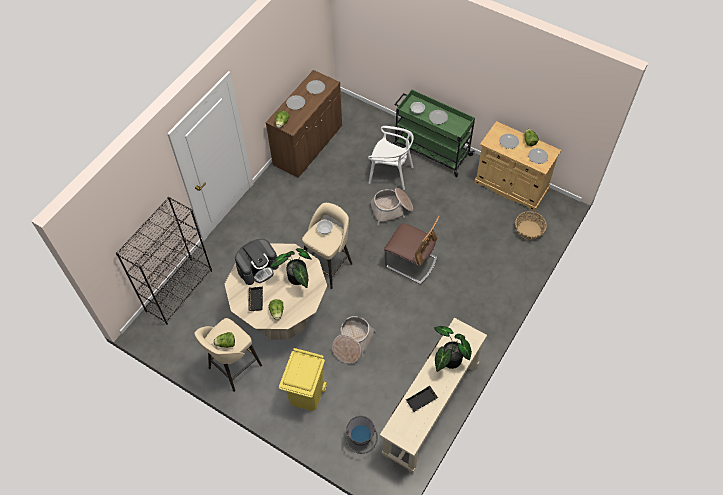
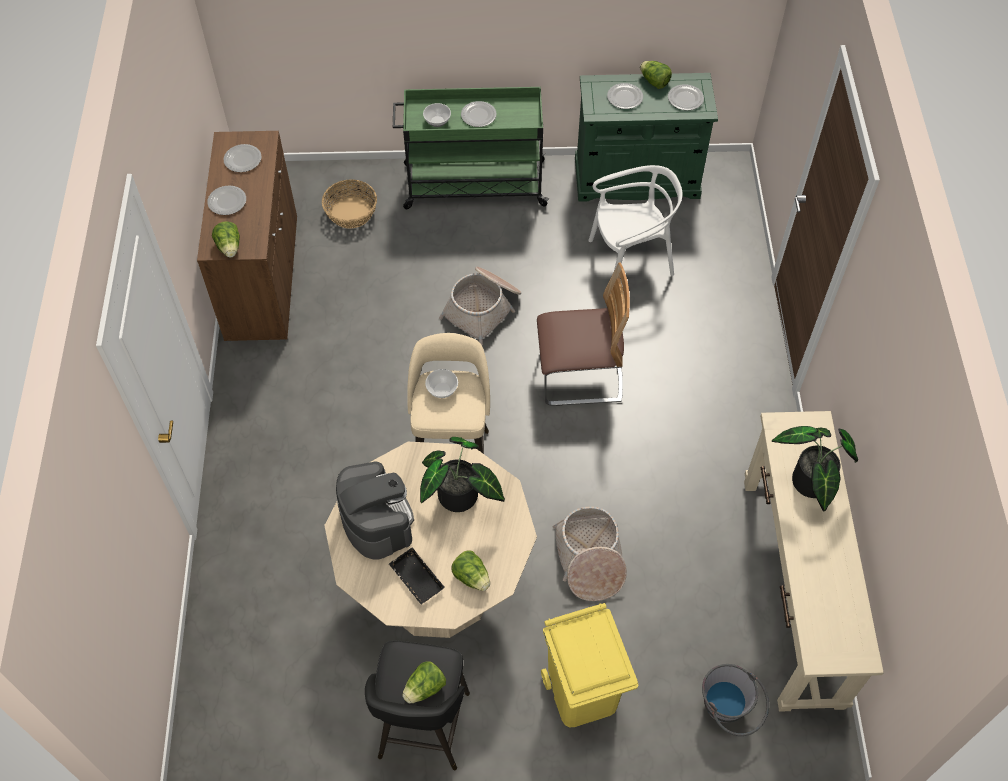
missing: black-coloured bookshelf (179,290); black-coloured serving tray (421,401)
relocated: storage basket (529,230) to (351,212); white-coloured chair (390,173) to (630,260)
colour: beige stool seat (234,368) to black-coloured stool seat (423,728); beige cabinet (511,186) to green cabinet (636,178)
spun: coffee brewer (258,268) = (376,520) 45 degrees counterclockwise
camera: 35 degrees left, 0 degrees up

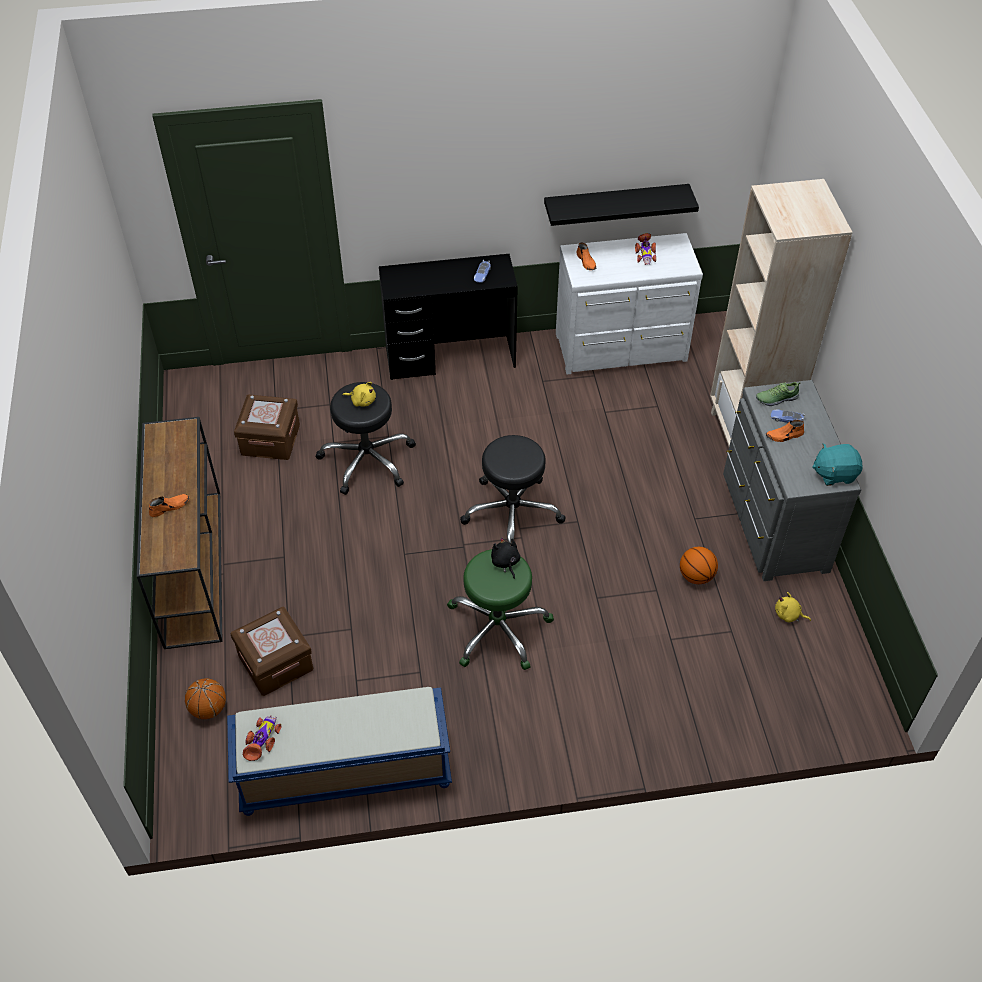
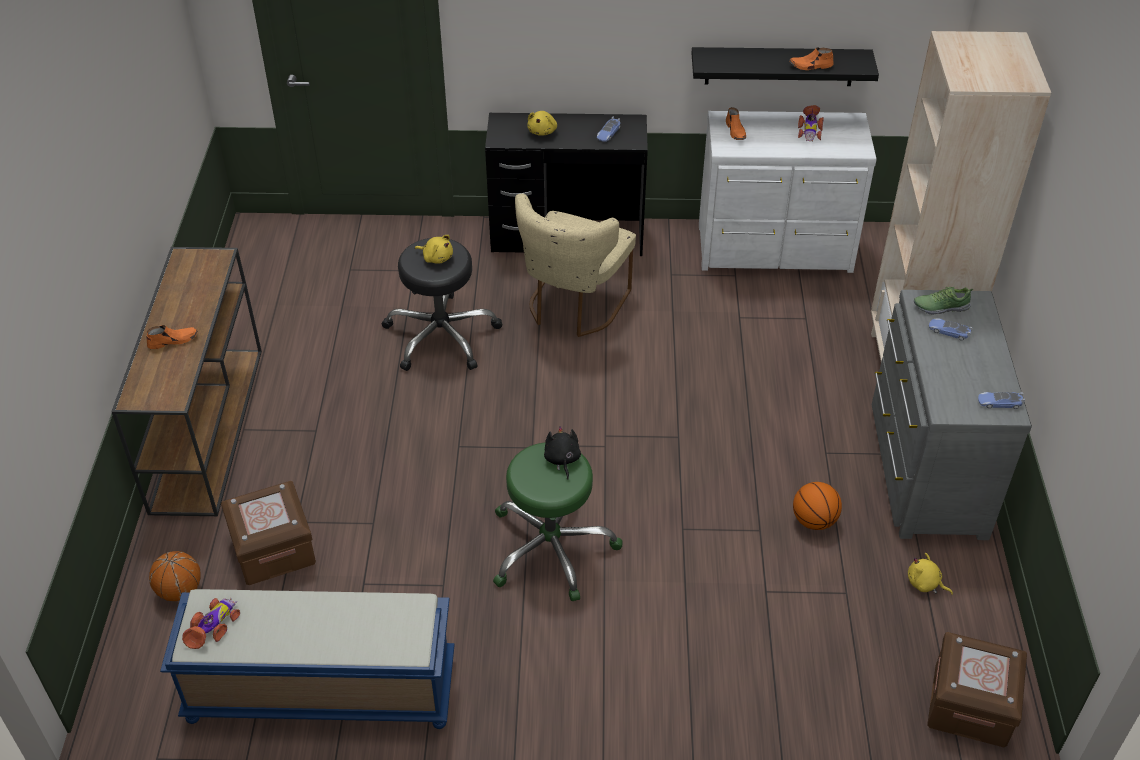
missing: black-coloured stool seat (512,512)
appeared: beige chair (573,307); yellow-coloured soft toy (542,131)
relocated: orange-coloured shoe (784,436) to (811,66); brown-coloured storage box (270,440) to (970,705)
exchanged: turquoise-coloured soft toy (834,473) to model car (999,402)
camera: 10 degrees right, 5 degrees down

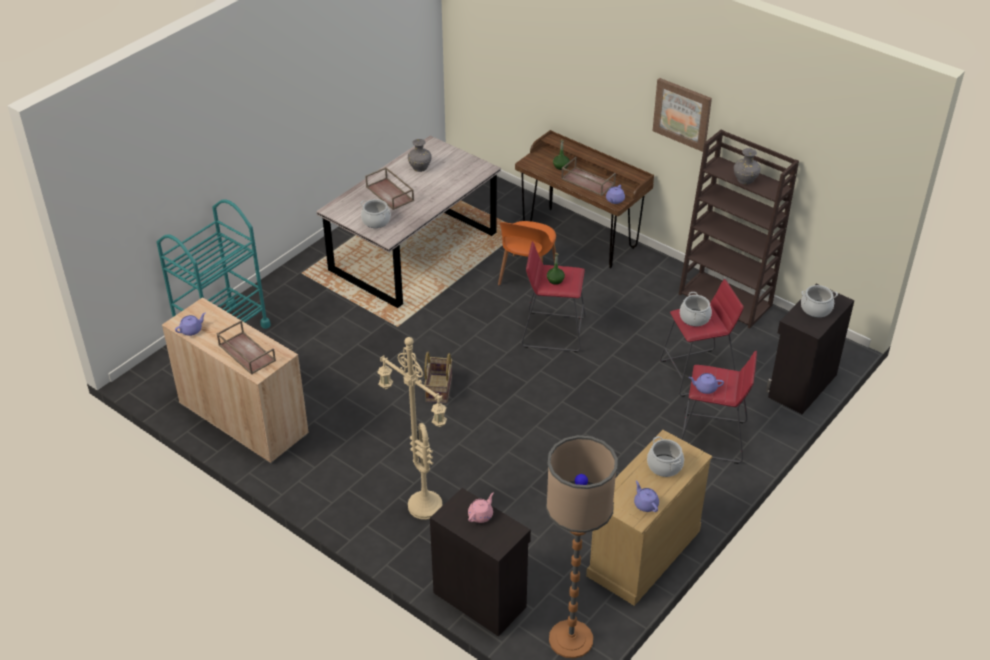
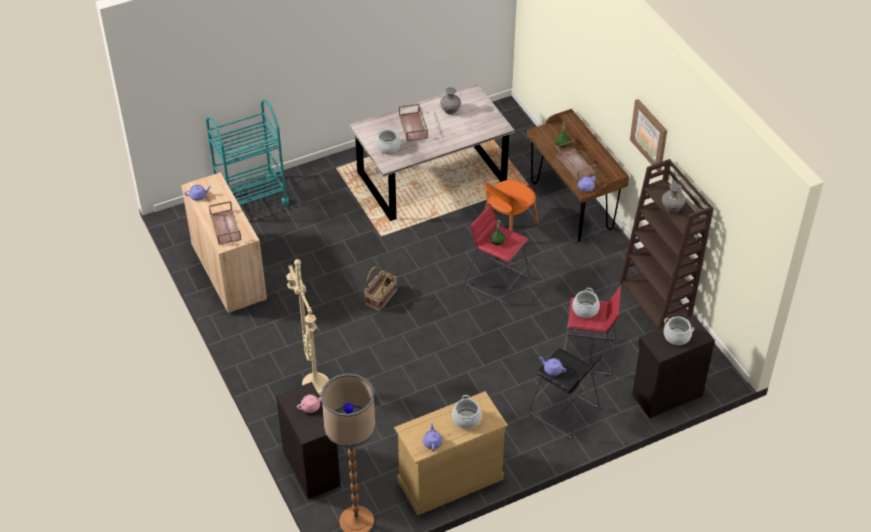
colour: red stool seat (712,438) to black-coloured stool seat (563,411)
camera: 25 degrees right, 5 degrees up

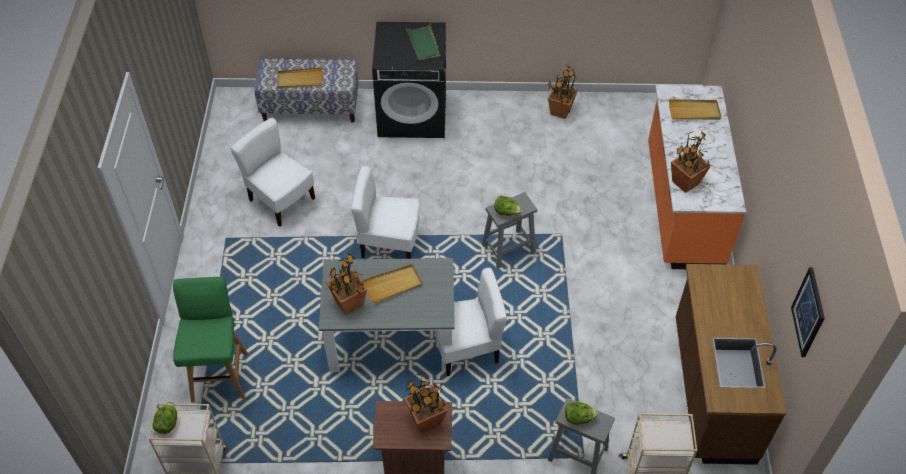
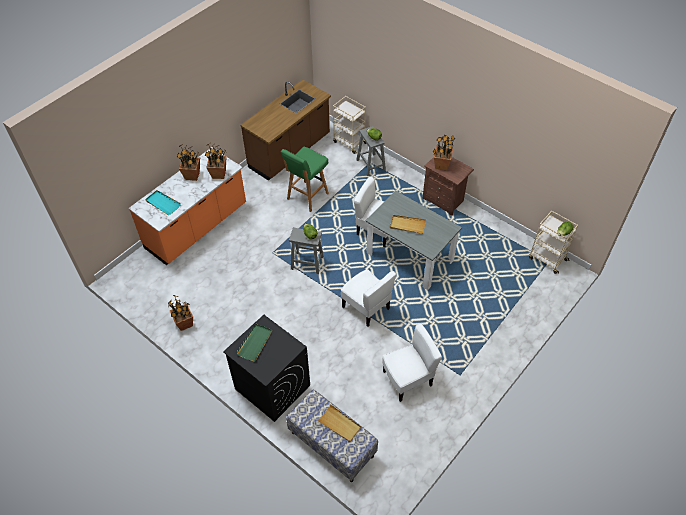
missing: wall picture (808,312)
relocated: potted plant (348,303) to (192,175); green stool seat (220,375) to (307,197)
colour: beige serving tray (694,111) to turquoise-coloured serving tray (163,203)
spun: white-coloured chair (281,200) = (408,379) 105 degrees counterclockwise
camera: 140 degrees left, 0 degrees up

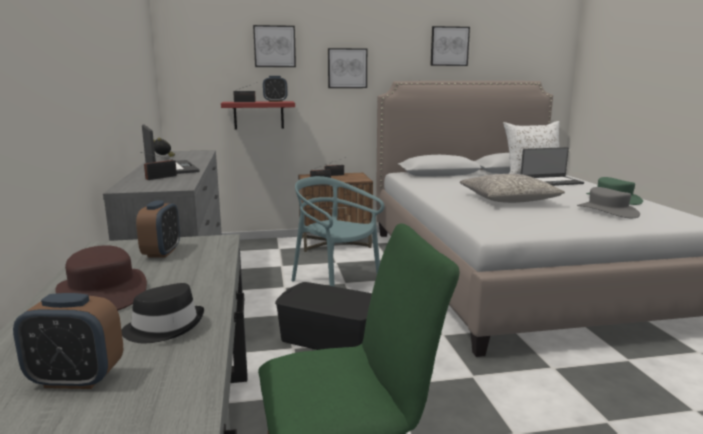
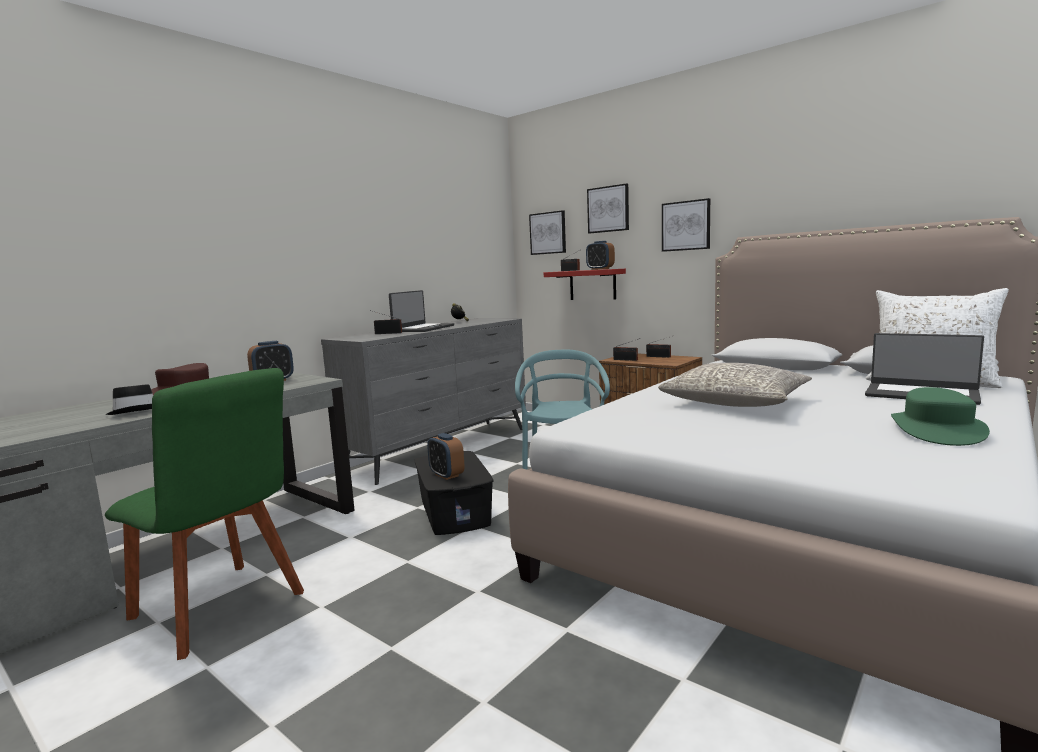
missing: greyish wearable hat (607,211)
relocated: bedside clock (76,379) to (446,475); wall picture (449,46) to (548,233)
camera: 50 degrees right, 5 degrees down

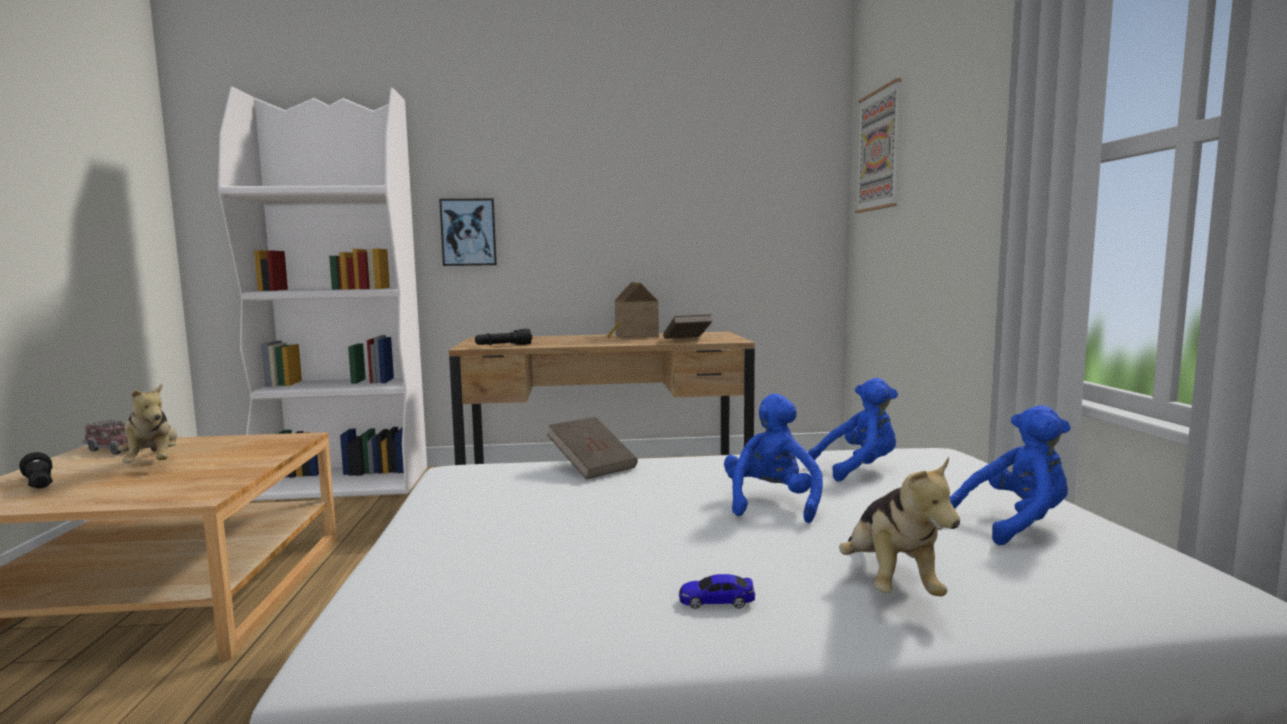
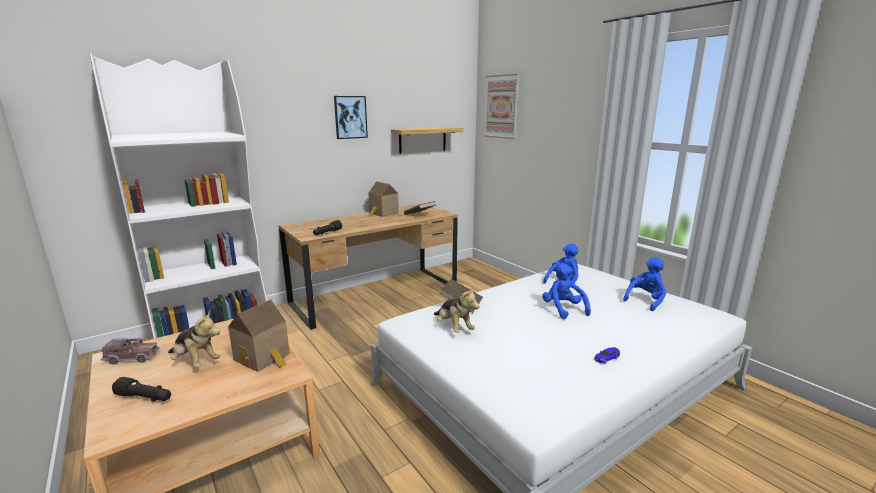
appeared: toy house (264,357); wall shelf (422,140)
relocated: wall picture (468,232) to (350,117); soft toy (890,583) to (454,327)
camera: 30 degrees left, 10 degrees up

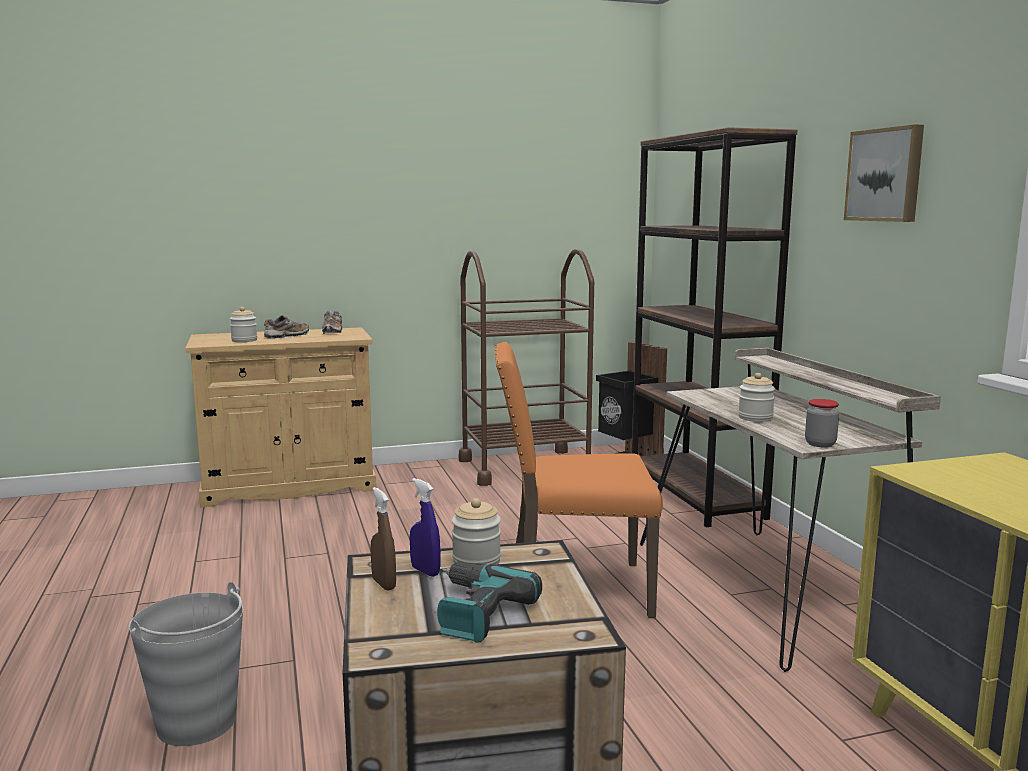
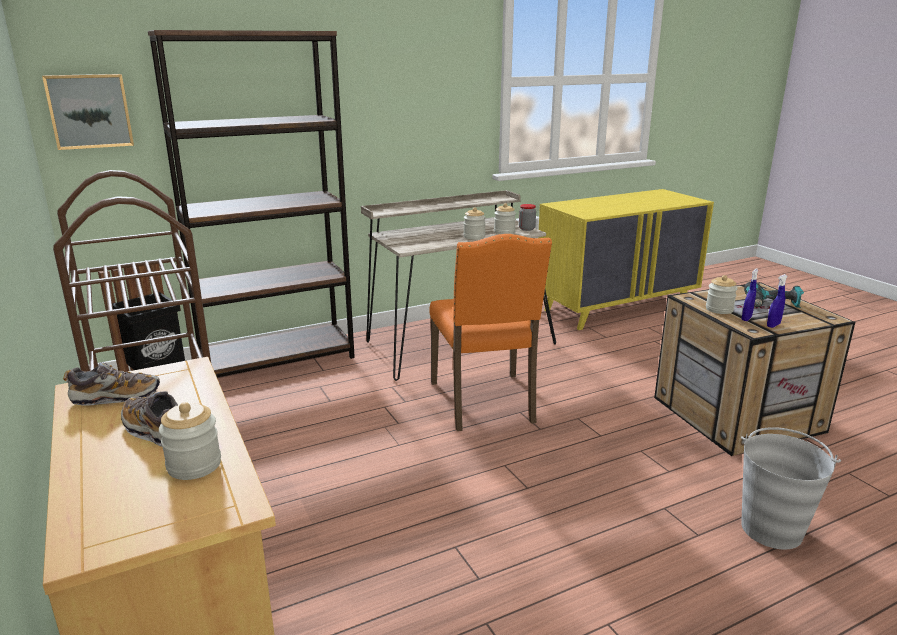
appeared: storage jar (504,232)
relocated: wall picture (886,175) to (89,111)
colour: brown-coloured sprayer (383,584) to blue sprayer (773,325)
camera: 100 degrees left, 10 degrees up

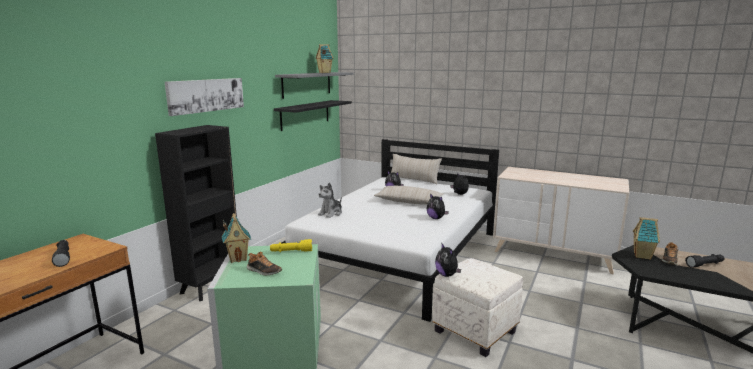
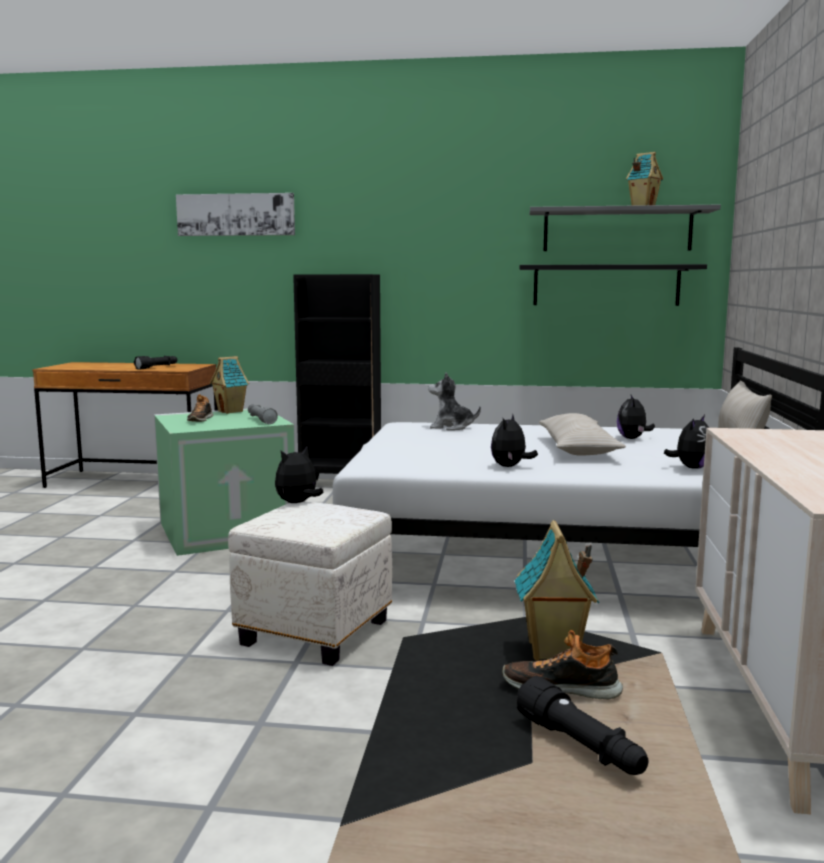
relocated: wall picture (206,95) to (236,215)
colour: yellow-coloured torch (291,252) to greyish torch (260,420)
camera: 70 degrees right, 5 degrees down

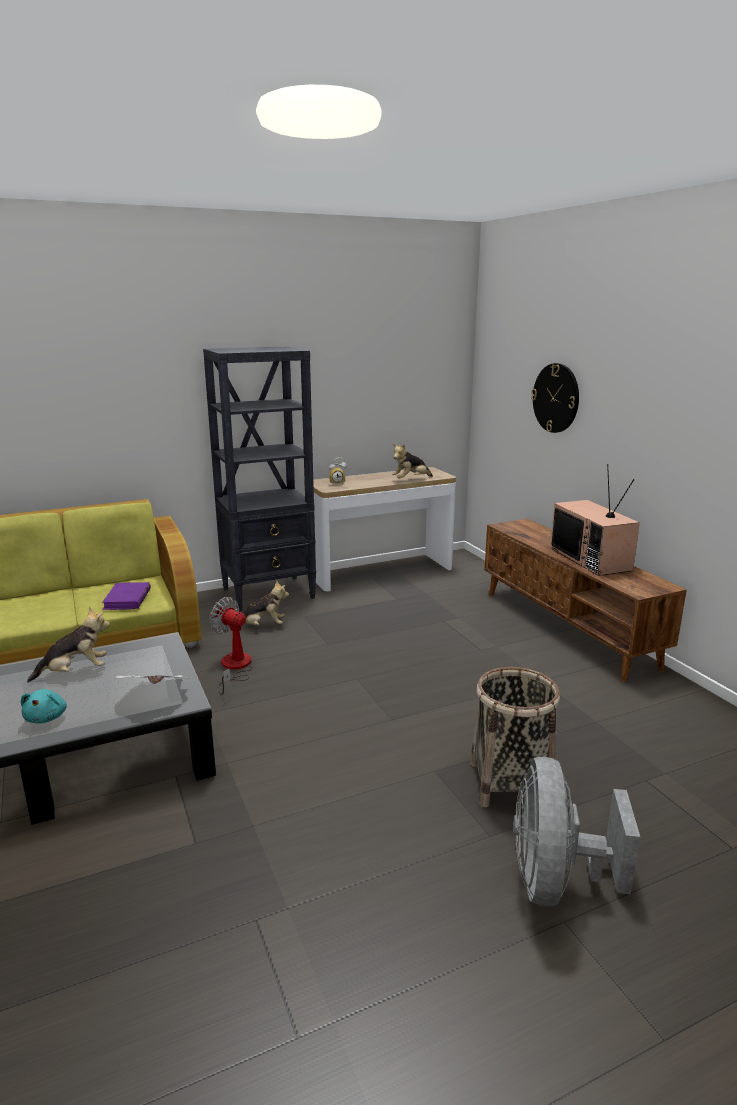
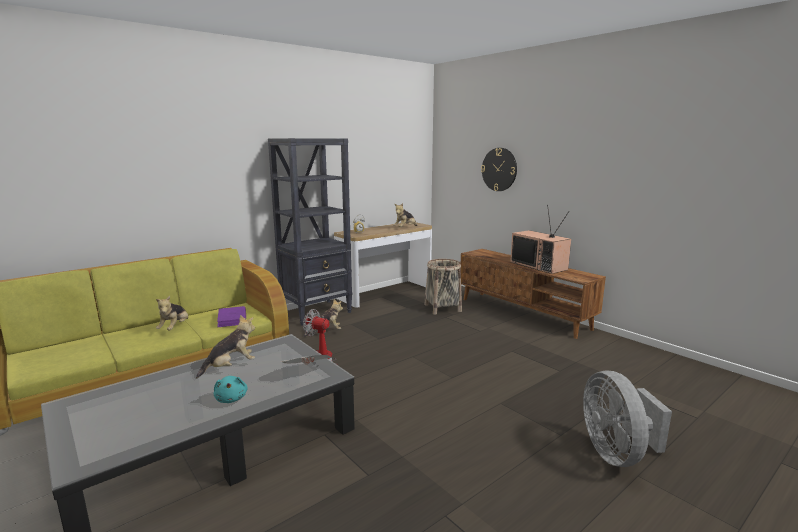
appeared: soft toy (175,328)
relocated: storage basket (510,783) to (443,308)
camera: 15 degrees left, 5 degrees down

